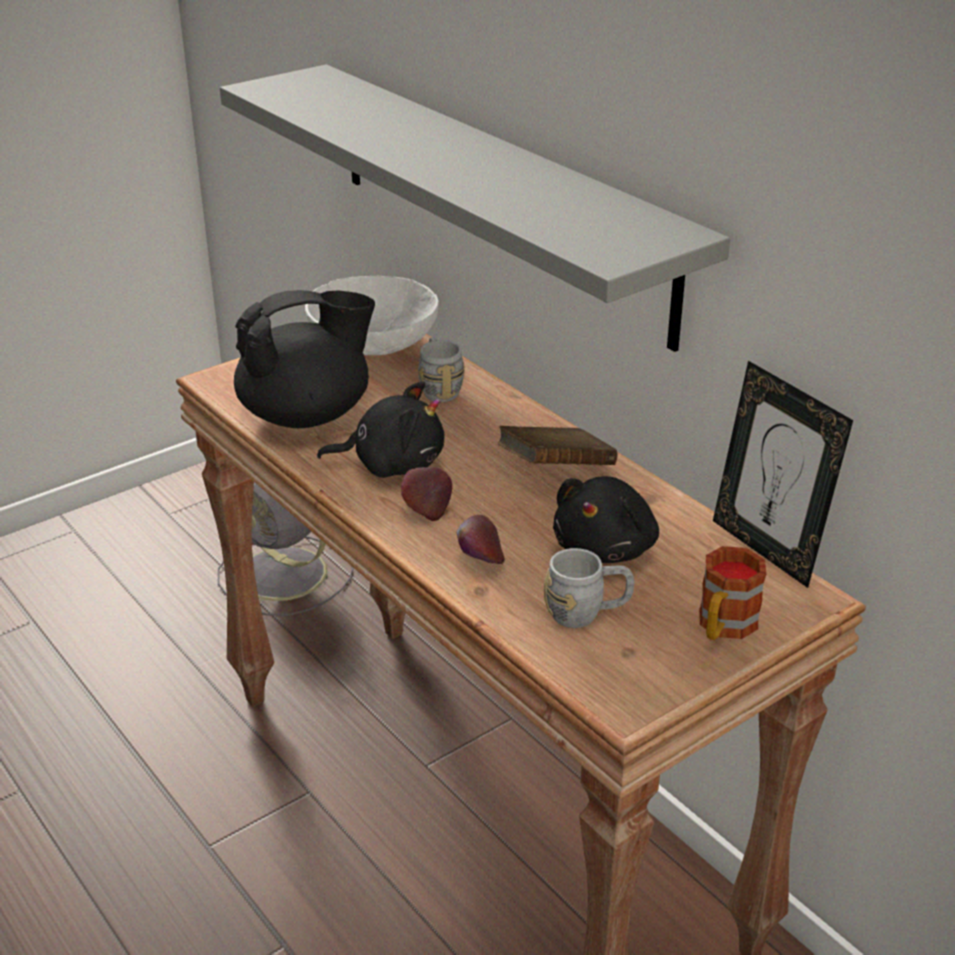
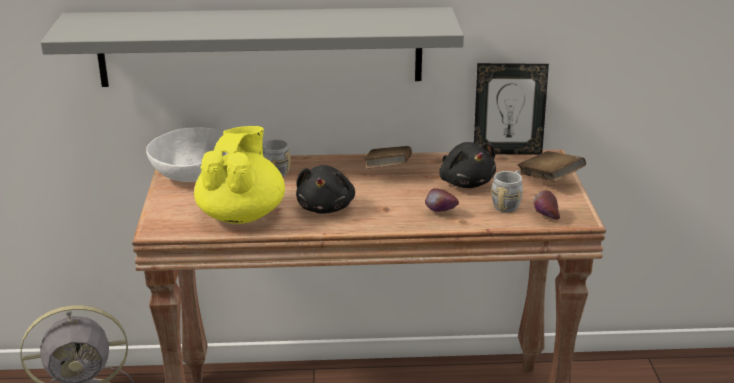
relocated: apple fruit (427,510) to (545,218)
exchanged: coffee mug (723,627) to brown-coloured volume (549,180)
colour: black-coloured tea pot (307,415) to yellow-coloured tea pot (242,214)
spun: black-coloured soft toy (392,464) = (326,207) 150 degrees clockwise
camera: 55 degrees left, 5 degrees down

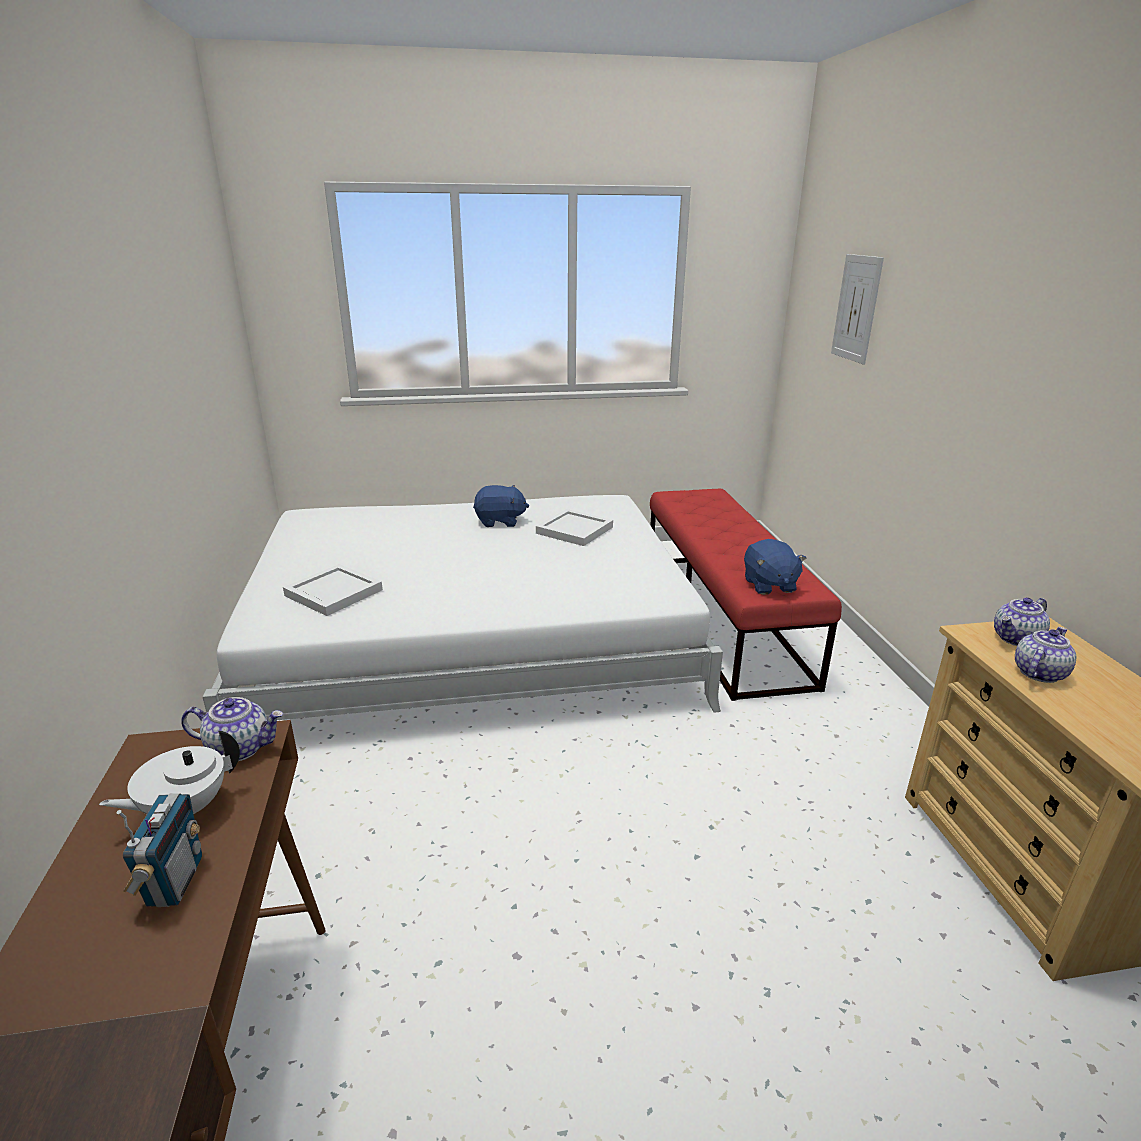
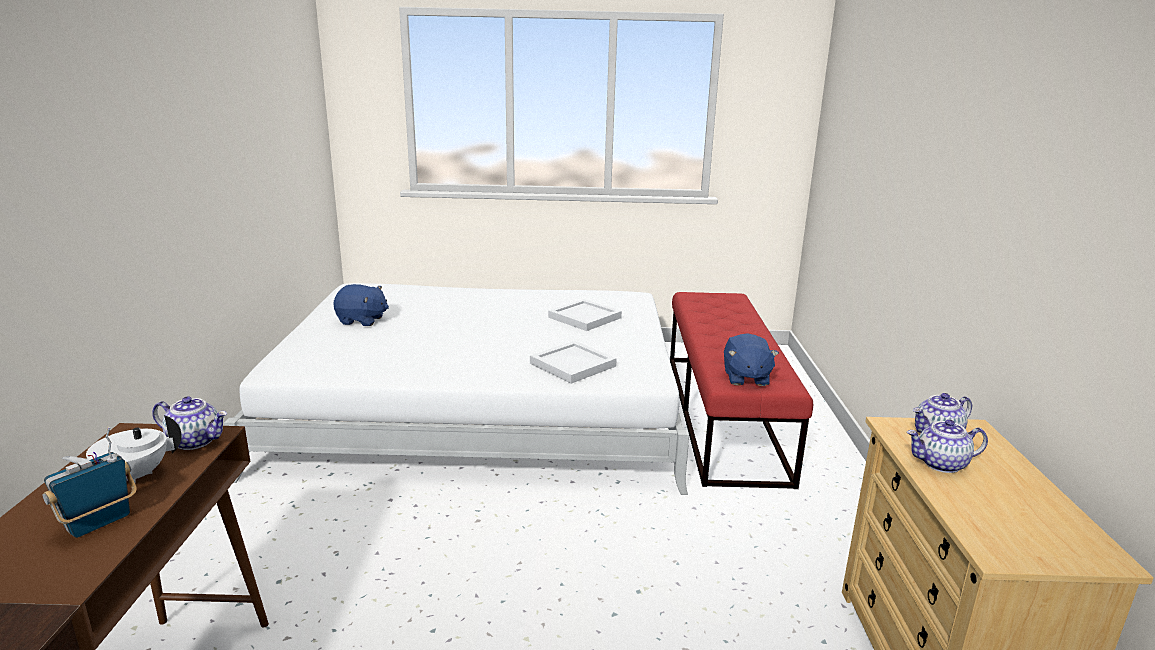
missing: wall picture (856,308)
relocated: blue soft toy (500,521) to (362,320); white-coloured serving tray (332,593) to (571,365)
spun: radio (174,882) = (99,523) 150 degrees counterclockwise; tea pot (1038,672) = (941,464) 150 degrees counterclockwise
camera: 10 degrees right, 5 degrees down

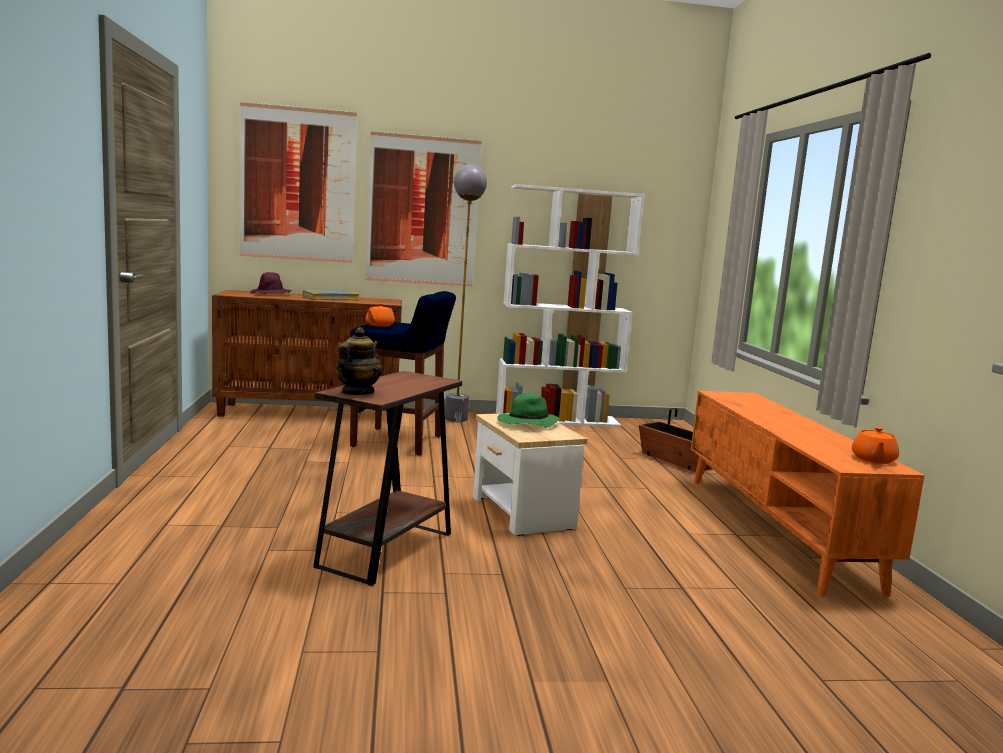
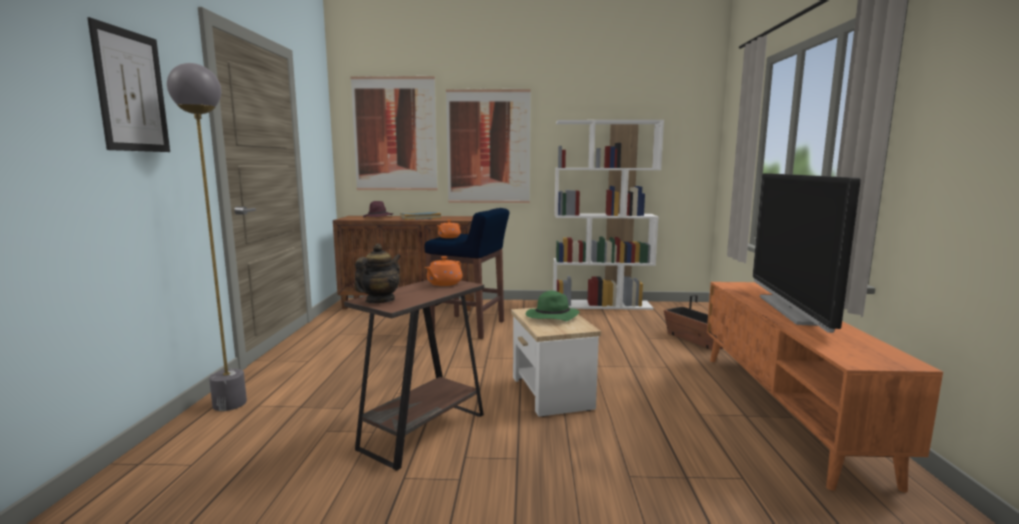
appeared: wall picture (131,91); TV set (793,310)
relocated: greyish standing lamp (456,419) to (229,404); orange-coloured tea pot (873,460) to (444,284)
camera: 10 degrees right, 0 degrees up

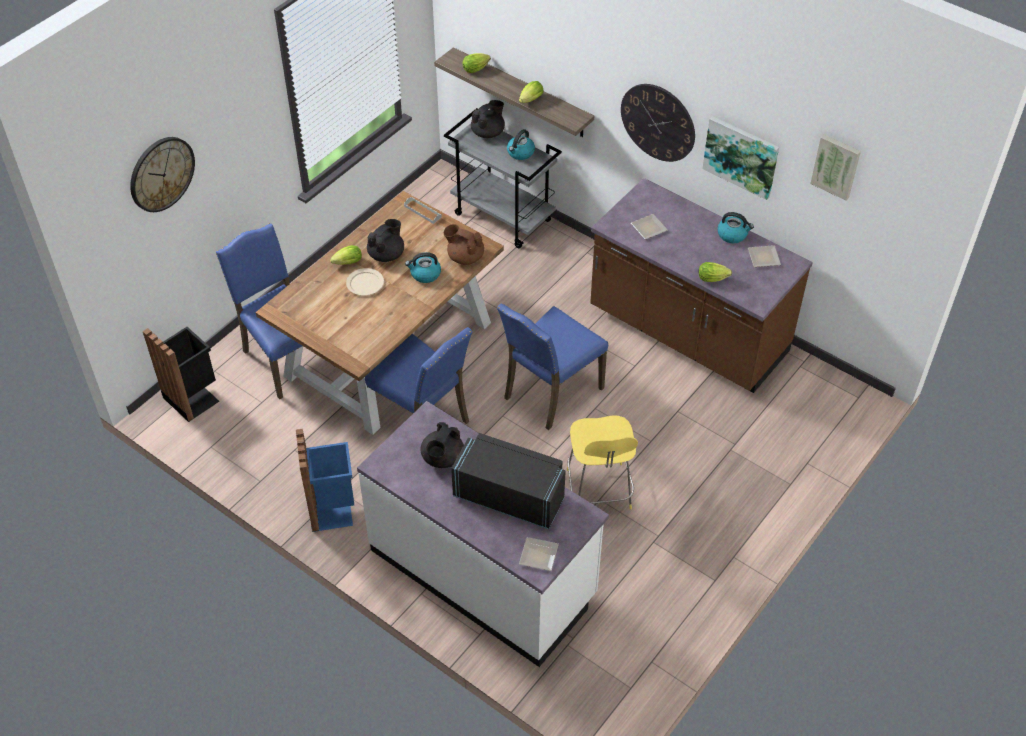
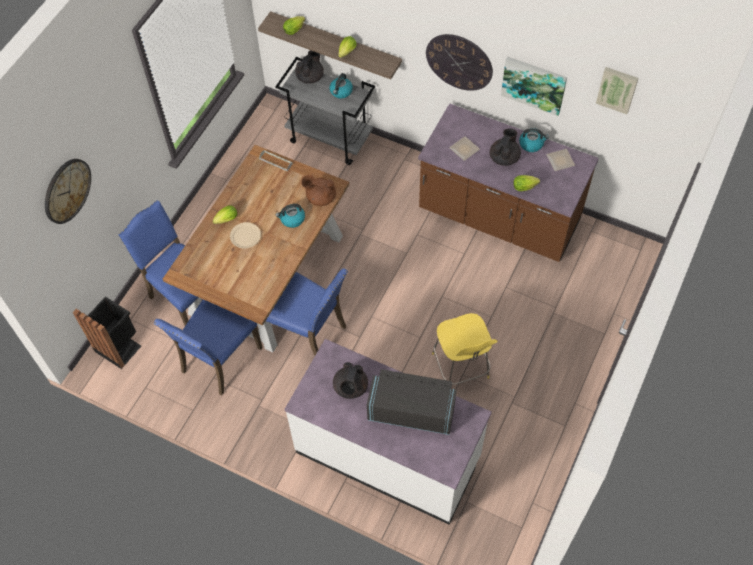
missing: blue waste bin (333,508); dinner plate (539,556)
relocated: blue chair (550,393) to (219,360); black-coloured tea pot (387,254) to (504,157)
camera: 10 degrees left, 10 degrees up

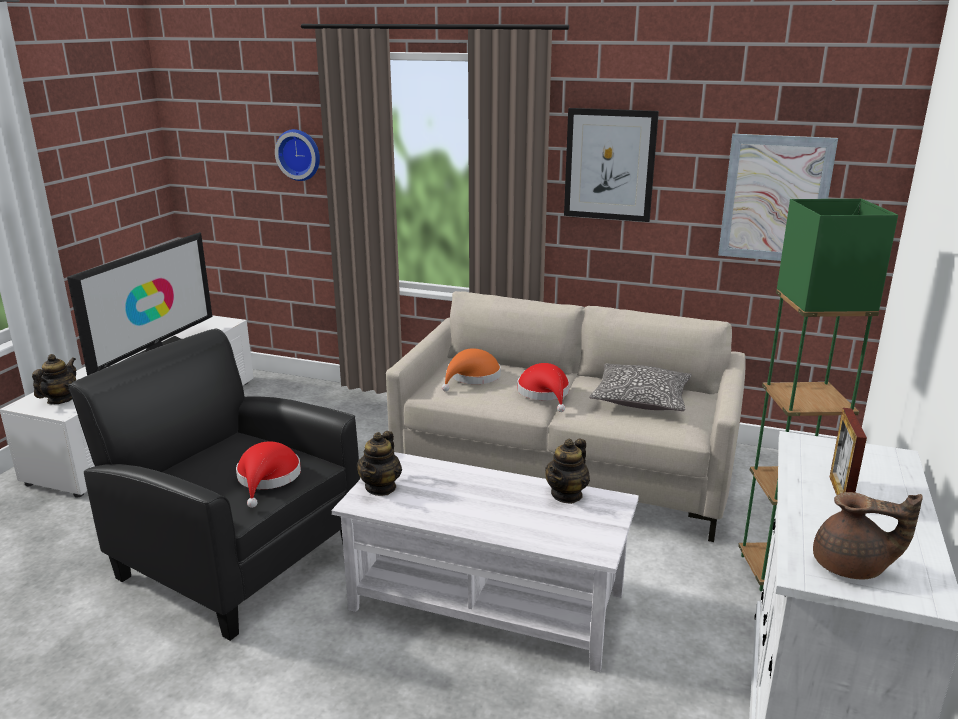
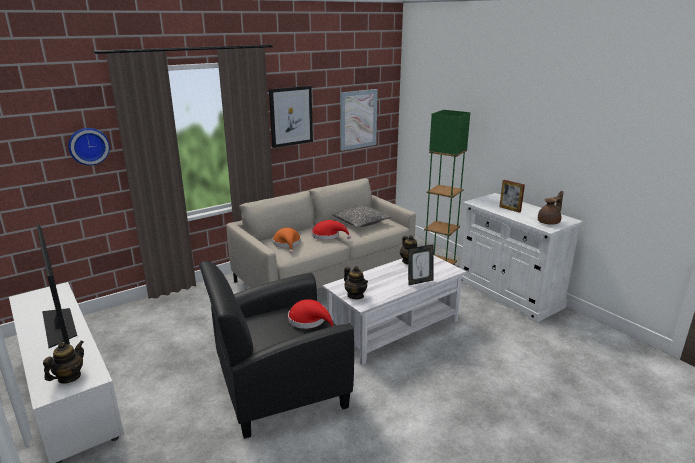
appeared: standing frame (419,281)
spun: tea pot (60,400) = (69,377) 60 degrees clockwise
camera: 55 degrees left, 0 degrees up

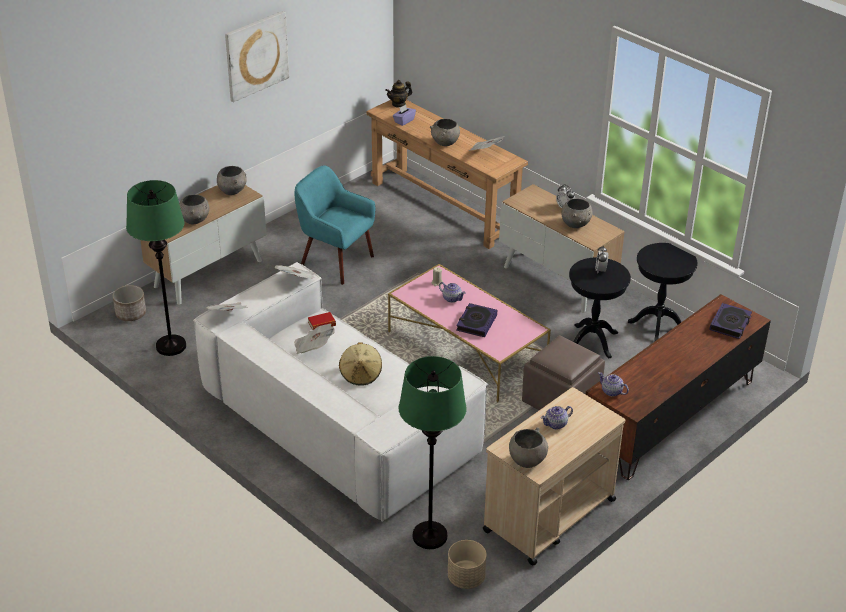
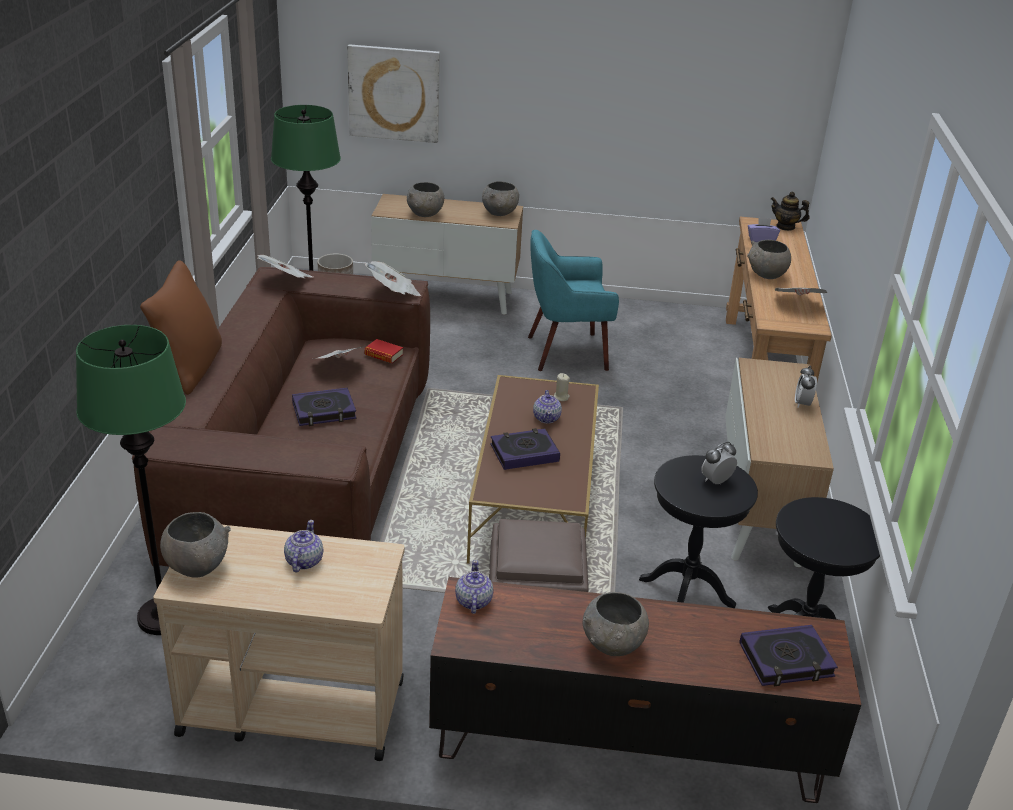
missing: beige plant pot (466,578)
appeared: brown-coloured cushion (189,368)
relocated: wall picture (256,55) to (394,93); greyish bowl (576,224) to (612,645)
exchanged: beige wearable hat (361,374) to volume (324,411)
colour: white-coloured couch (338,421) to brown-coloured couch (305,464); pinkish low table (465,350) to brown-coloured low table (534,497)
spun: tea pot (556,424) = (303,561) 75 degrees clockwise; turquoise-coloured lounge chair (335,261) = (565,352) 90 degrees counterclockwise
camera: 50 degrees right, 5 degrees down

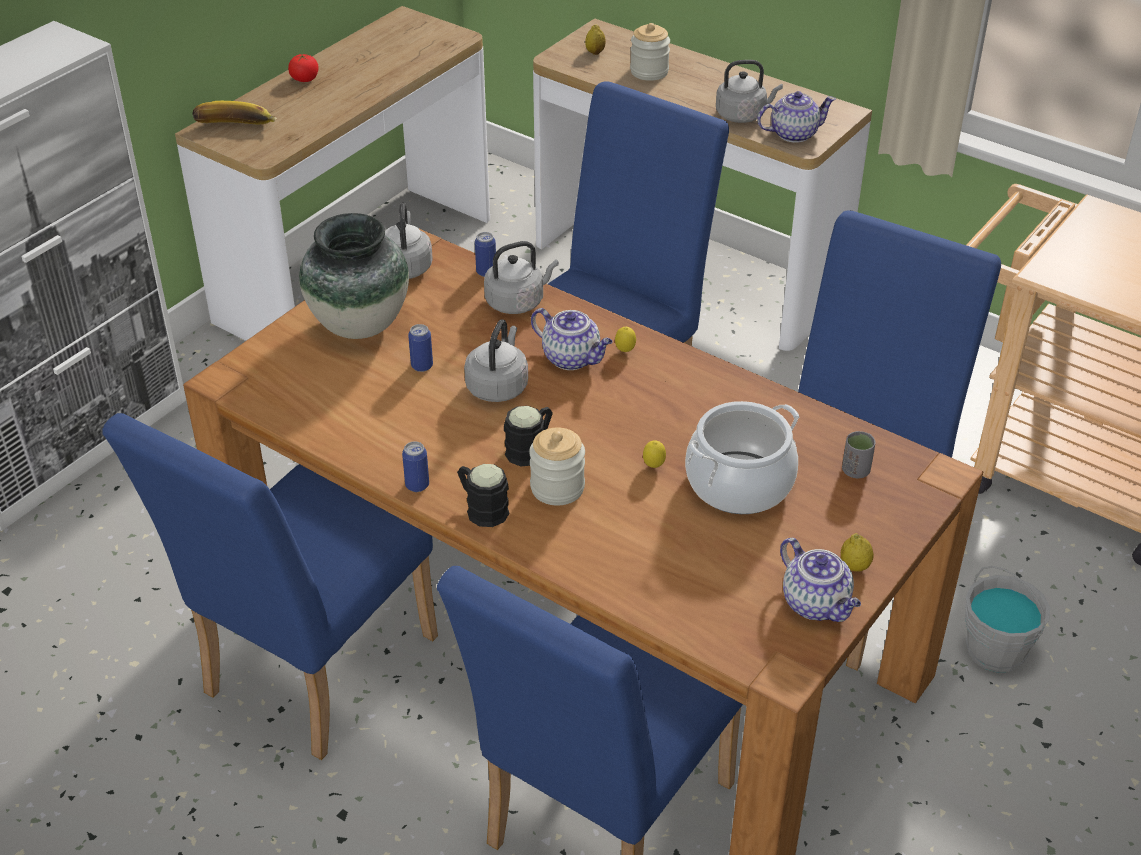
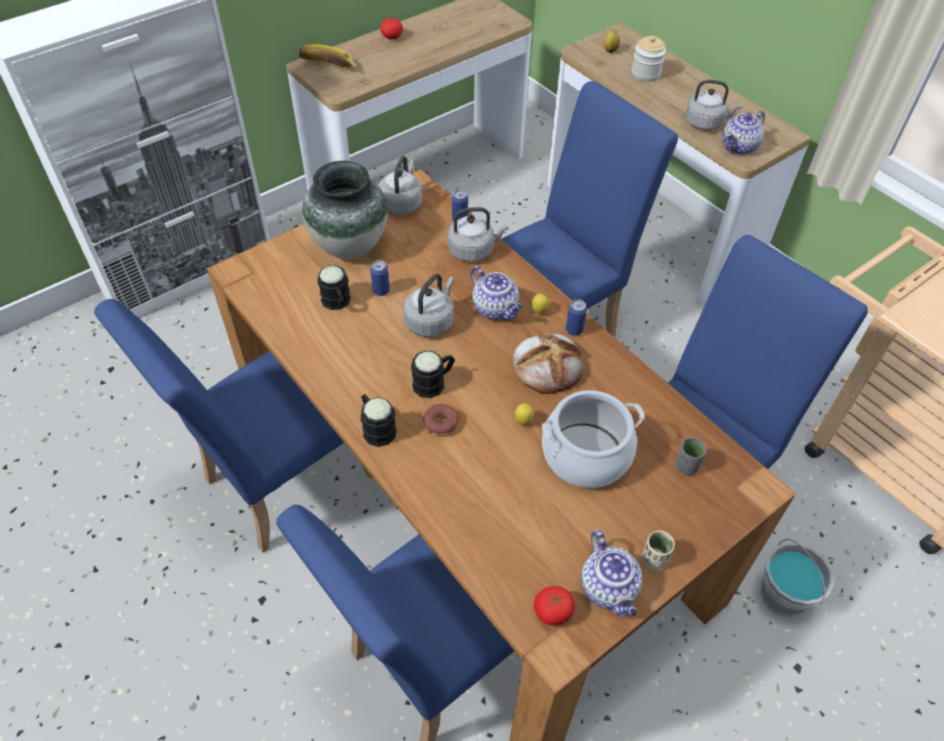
appeared: black-coloured coffee mug (337,303); baked bread (548,366); tomato (553,612)
relocated: sealed can (417,485) to (574,330)
exchanged: storage jar (557,488) to ring doughnut (441,423); citrus fruit (854,566) to beige small cup (654,560)
spun: tea pot (793,134) = (739,146) 135 degrees clockwise
camera: 15 degrees right, 10 degrees up

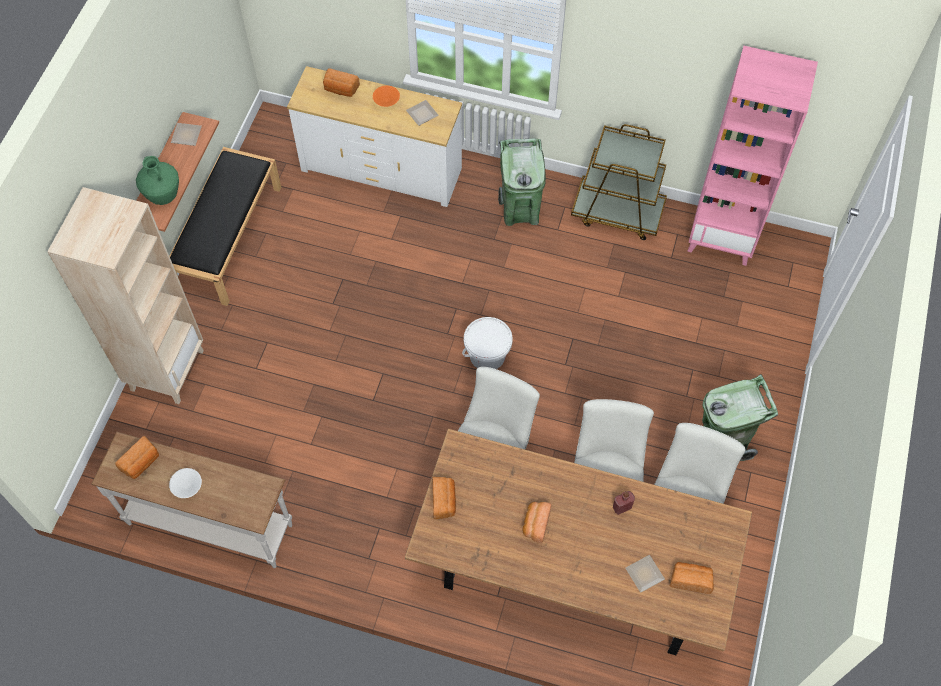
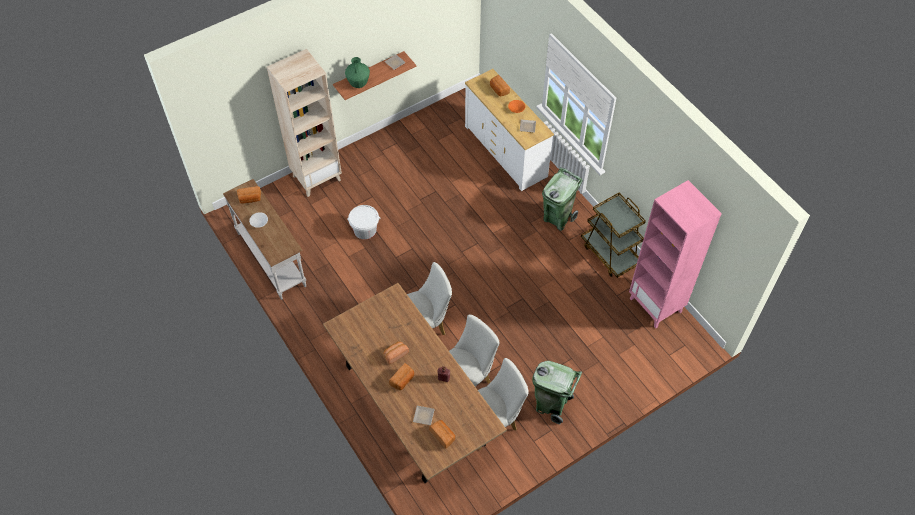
missing: black-coloured bench (229,237)
relocated: white-coloured water bucket (487,355) to (365,230); baked bread (444,501) to (403,380)
camera: 40 degrees right, 5 degrees down

